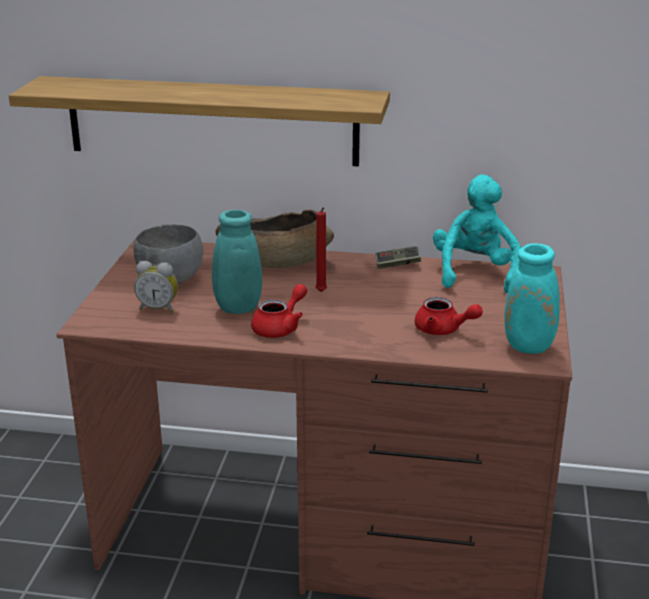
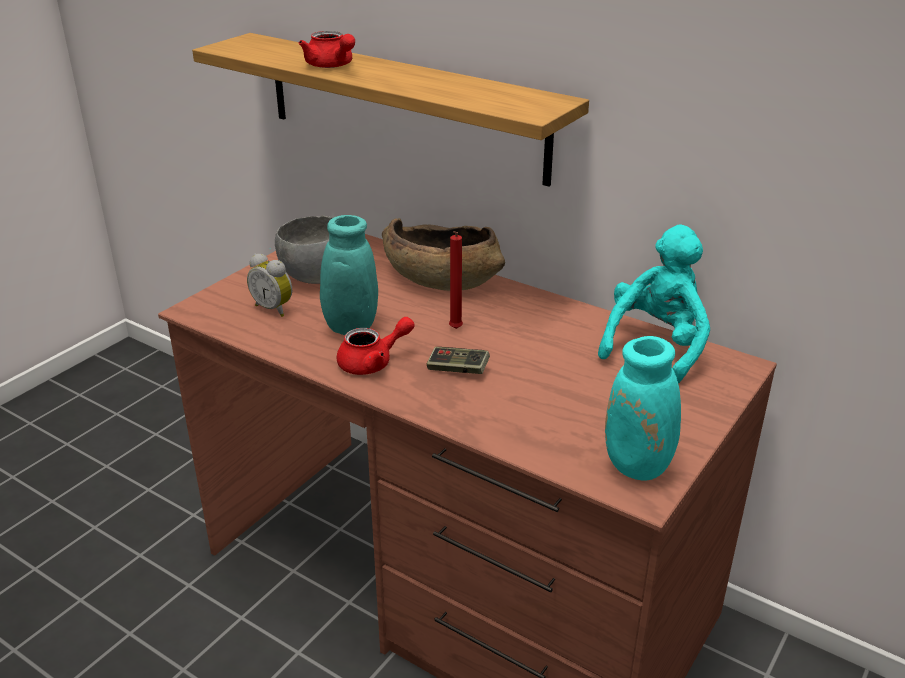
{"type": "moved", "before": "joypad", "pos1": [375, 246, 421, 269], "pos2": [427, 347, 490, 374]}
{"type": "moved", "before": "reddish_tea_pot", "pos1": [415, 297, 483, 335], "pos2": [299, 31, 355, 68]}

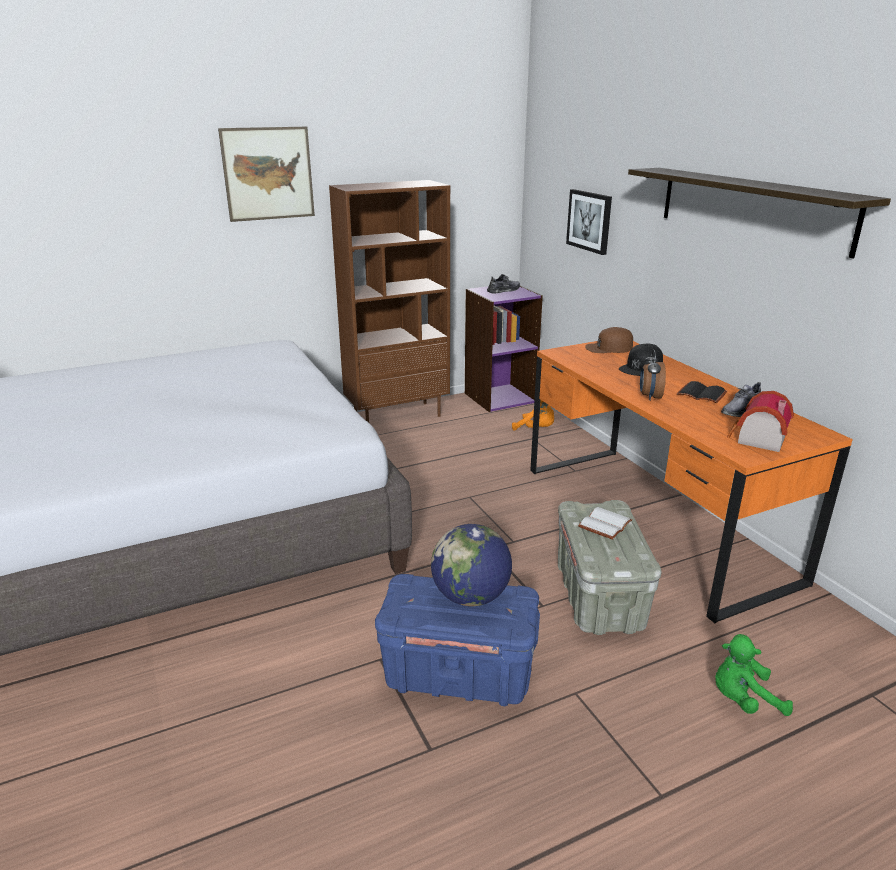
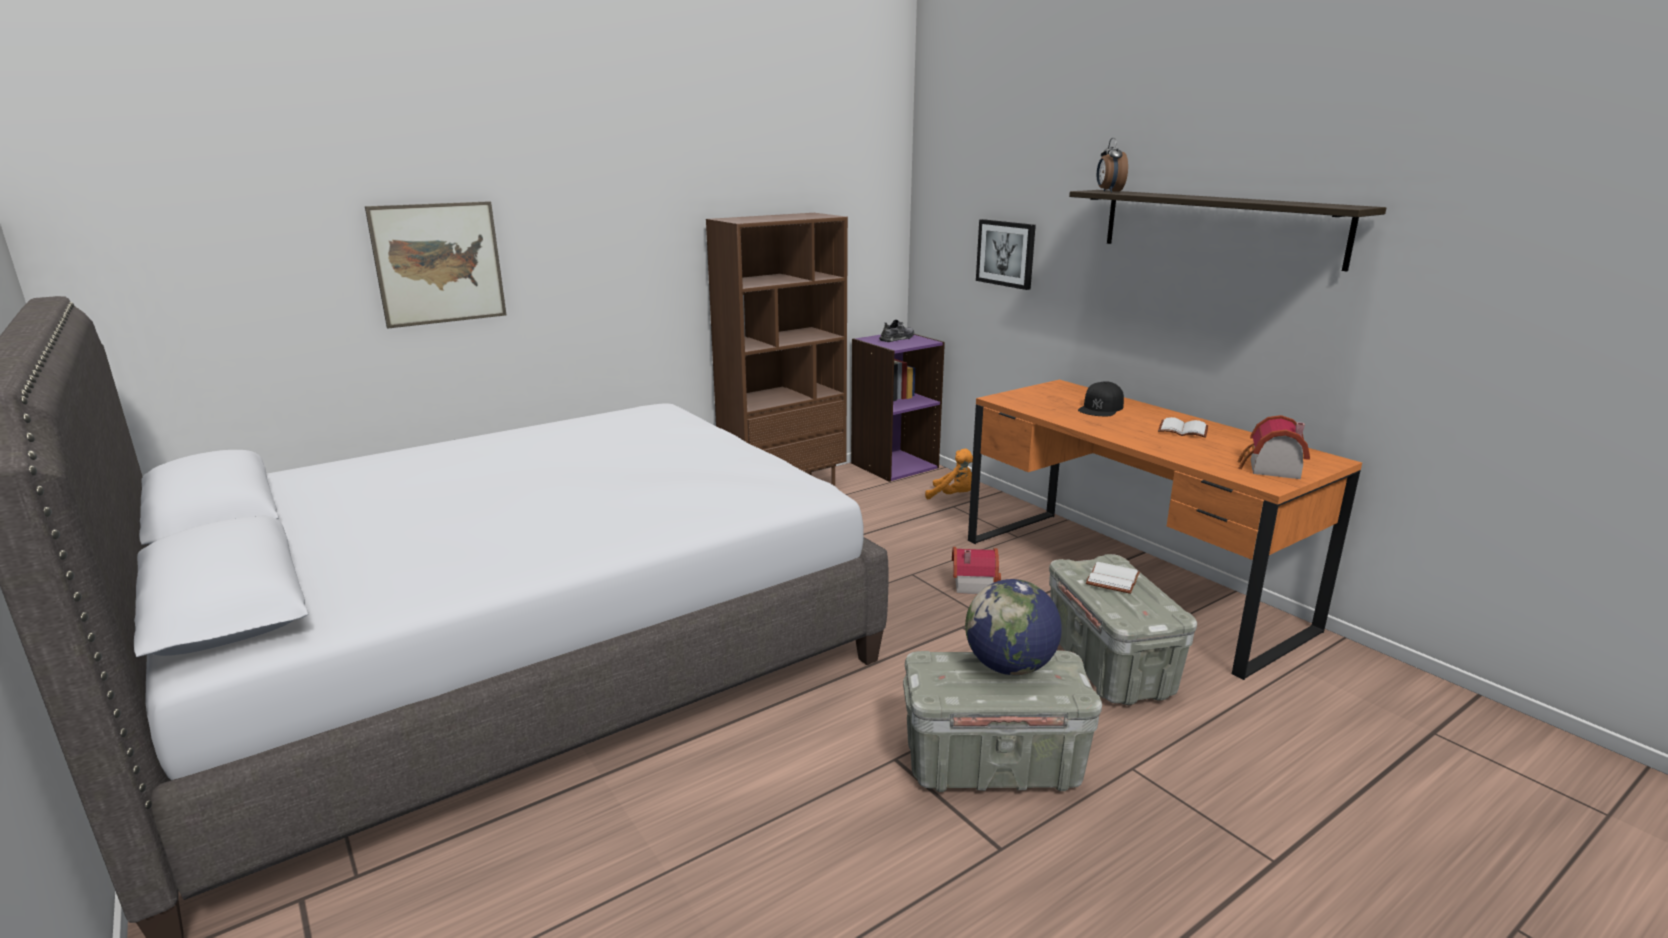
{"type": "moved", "before": "wall_picture", "pos1": [218, 127, 315, 222], "pos2": [365, 201, 506, 329]}
{"type": "removed", "before": "brown-coloured_cap", "pos1": [585, 327, 633, 353]}
{"type": "moved", "before": "table_clock", "pos1": [640, 349, 666, 401], "pos2": [1097, 138, 1128, 192]}
{"type": "recoloured", "before": "black-coloured_volume", "after": "whitish_volume", "pos1": [677, 381, 727, 403], "pos2": [1158, 417, 1208, 438]}
{"type": "removed", "before": "gray_low_shoe", "pos1": [721, 382, 761, 417]}
{"type": "recoloured", "before": "blue-coloured_storage_bin", "after": "gray_storage_bin", "pos1": [375, 574, 540, 706], "pos2": [903, 650, 1102, 792]}
{"type": "removed", "before": "green-coloured_plush_toy", "pos1": [715, 634, 793, 716]}
{"type": "added", "after": "miniature_house", "pos2": [952, 547, 1001, 594]}

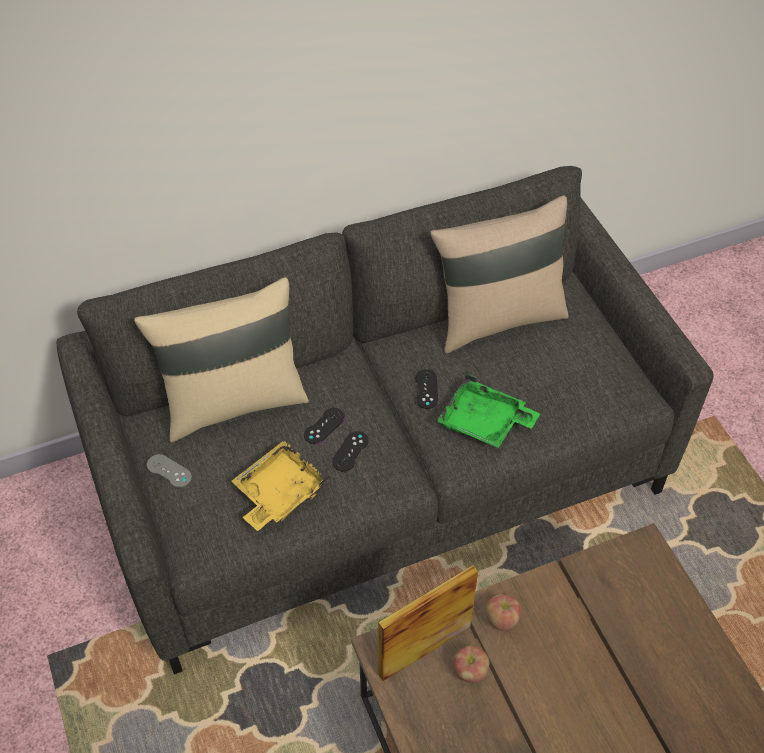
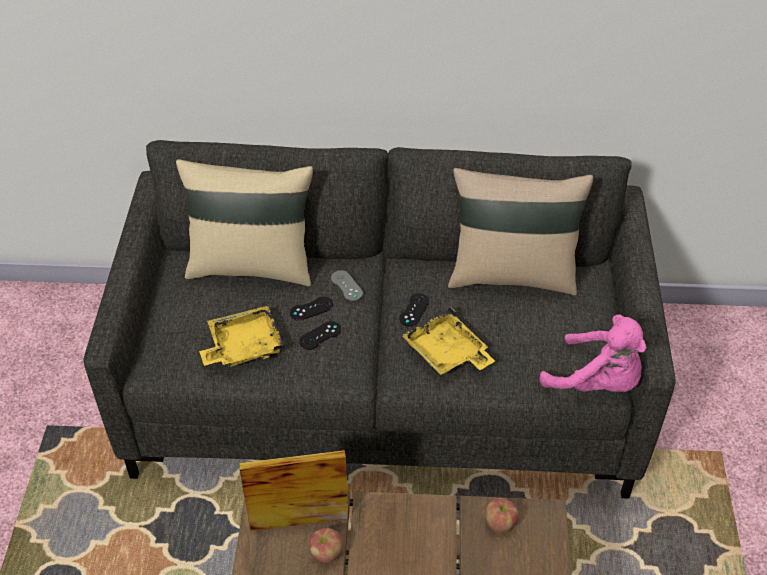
{"type": "recoloured", "before": "green-coloured_carrying_tray", "after": "yellowish_carrying_tray", "pos1": [437, 373, 540, 448], "pos2": [402, 306, 495, 375]}
{"type": "moved", "before": "gray_joypad", "pos1": [147, 454, 192, 488], "pos2": [331, 270, 363, 301]}
{"type": "moved", "before": "apple", "pos1": [485, 594, 521, 631], "pos2": [486, 498, 519, 533]}
{"type": "added", "after": "pinkish_plush_toy", "pos2": [539, 314, 647, 392]}

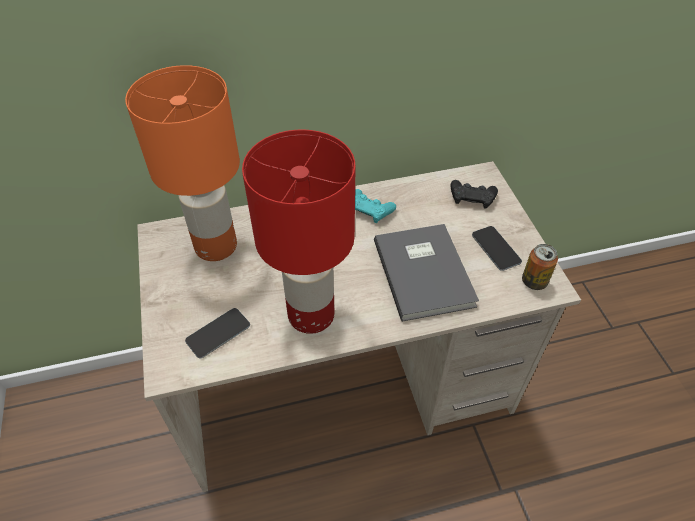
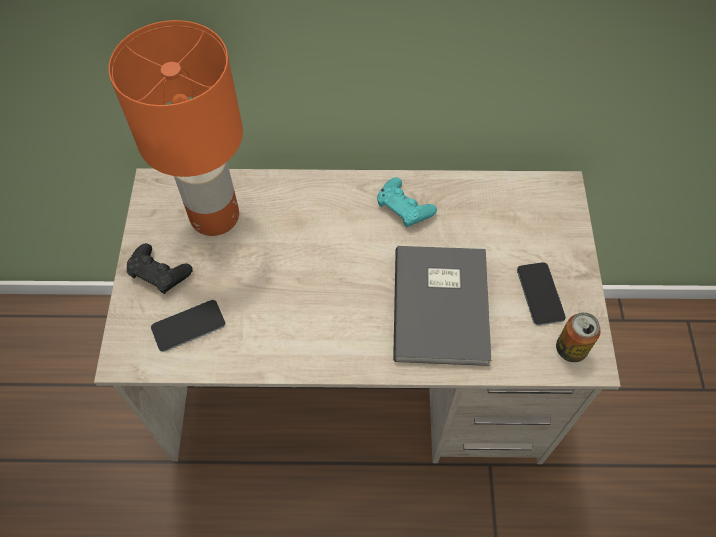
{"type": "removed", "before": "reddish_lamp_for_a_table", "pos1": [242, 129, 355, 334]}
{"type": "moved", "before": "black-coloured_joypad", "pos1": [450, 180, 498, 209], "pos2": [127, 243, 193, 294]}

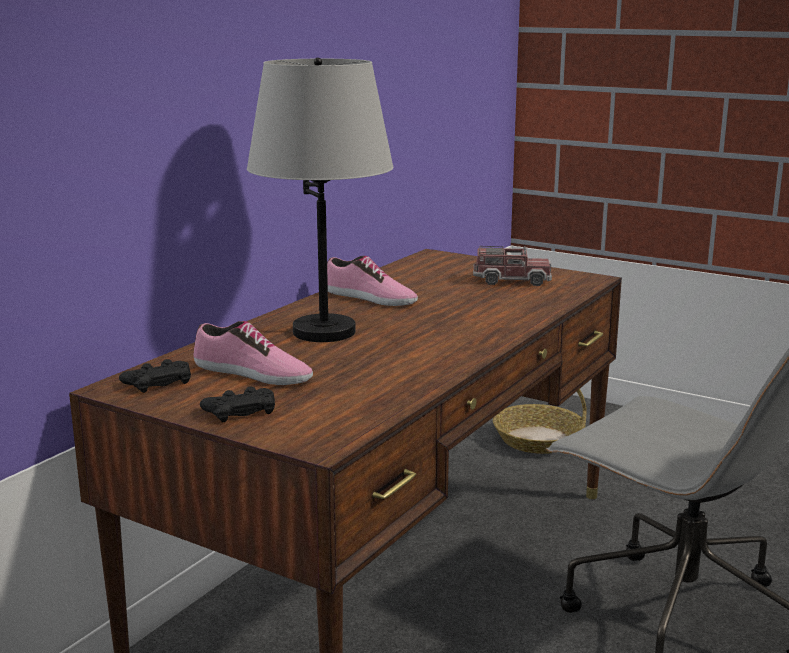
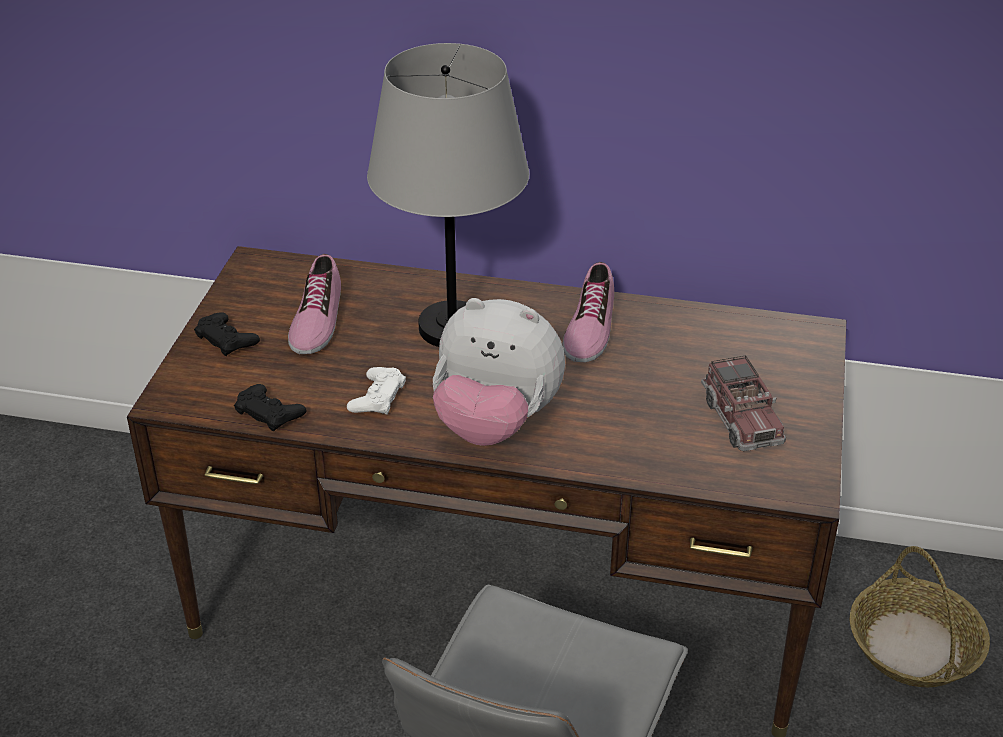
{"type": "moved", "before": "black-coloured_joypad", "pos1": [119, 359, 191, 393], "pos2": [234, 384, 306, 431]}
{"type": "added", "after": "plush_toy", "pos2": [433, 298, 565, 446]}
{"type": "added", "after": "whitish_joypad", "pos2": [347, 367, 406, 415]}

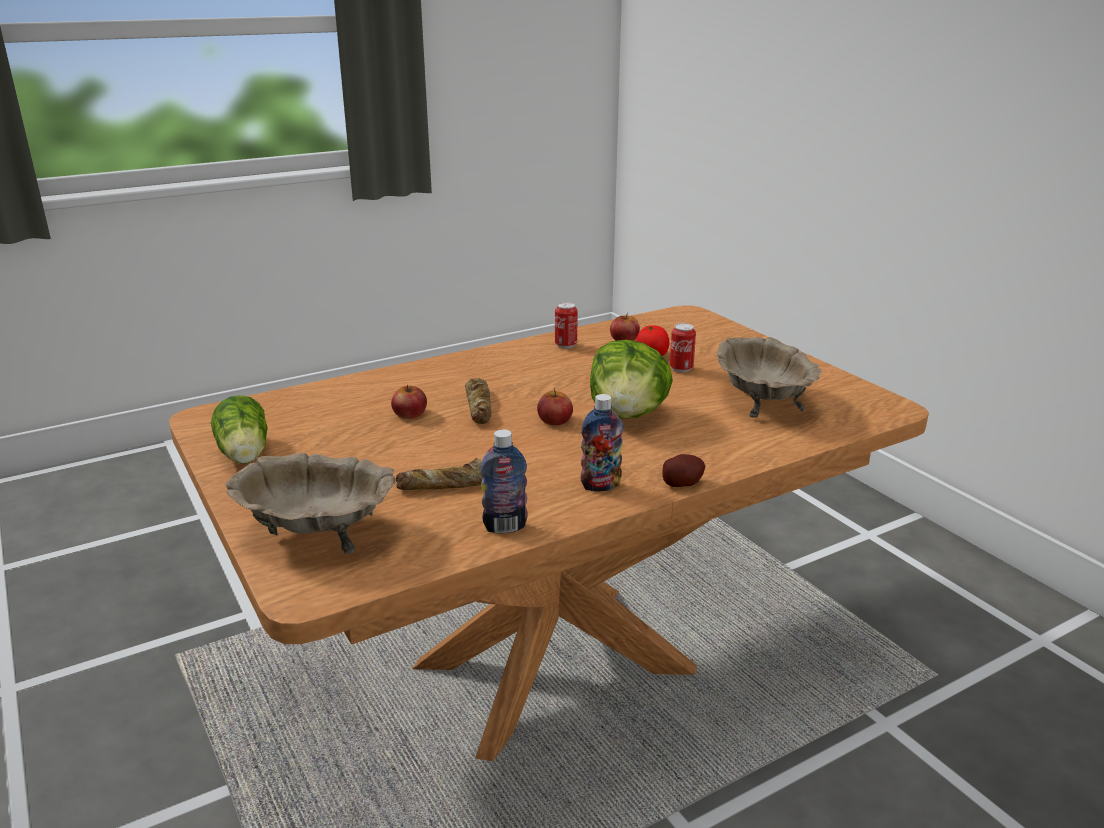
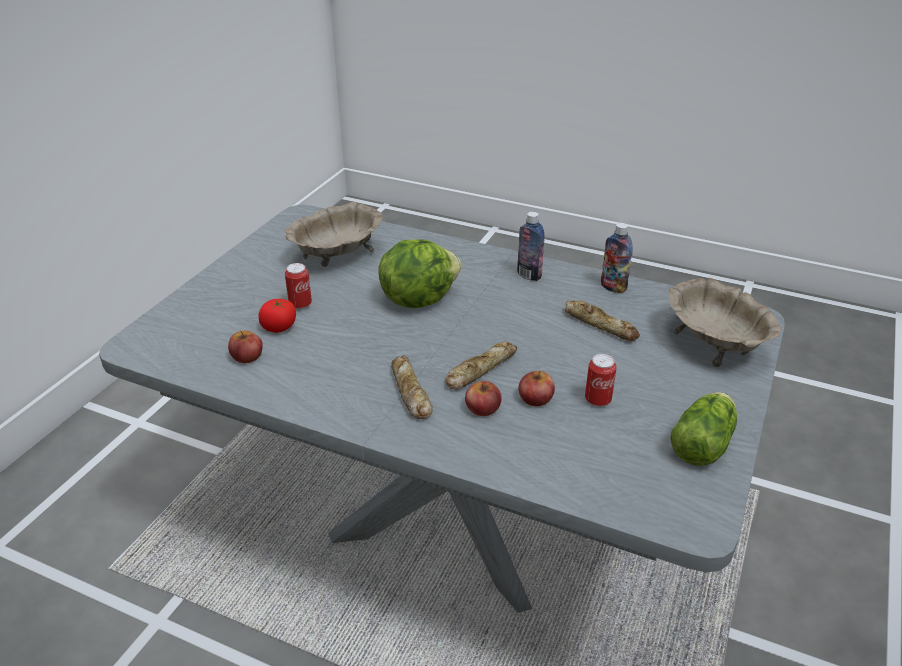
{"type": "moved", "before": "metal_can", "pos1": [555, 302, 578, 348], "pos2": [585, 354, 617, 407]}
{"type": "recoloured", "before": "brown-coloured_dinner_table", "after": "gray_dinner_table", "pos1": [169, 305, 929, 761], "pos2": [99, 205, 785, 613]}
{"type": "moved", "before": "apple", "pos1": [537, 388, 573, 425], "pos2": [465, 381, 502, 416]}
{"type": "removed", "before": "potato", "pos1": [662, 454, 705, 487]}
{"type": "added", "after": "bakery_bread", "pos2": [391, 355, 433, 419]}

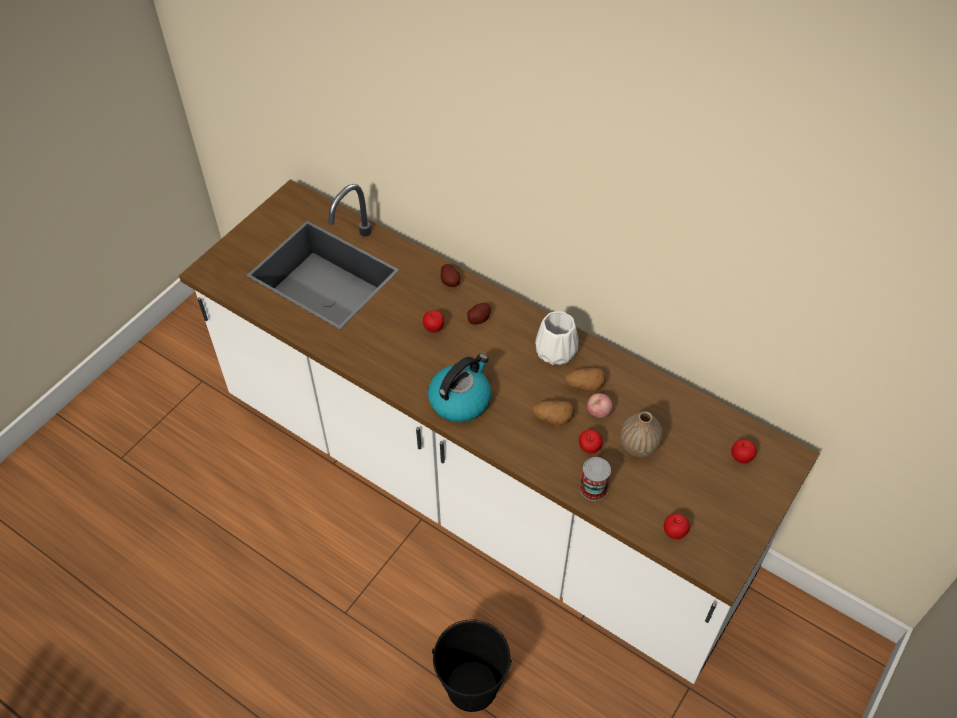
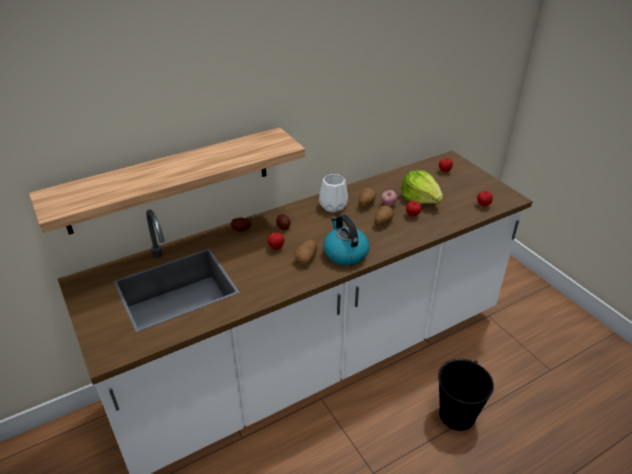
{"type": "replaced", "before": "vase", "after": "lettuce_head", "pos1": [620, 411, 662, 457], "pos2": [401, 170, 443, 204]}
{"type": "removed", "before": "metal_can", "pos1": [580, 457, 611, 501]}
{"type": "added", "after": "wall_shelf", "pos2": [29, 127, 305, 235]}
{"type": "added", "after": "potato", "pos2": [294, 240, 317, 265]}

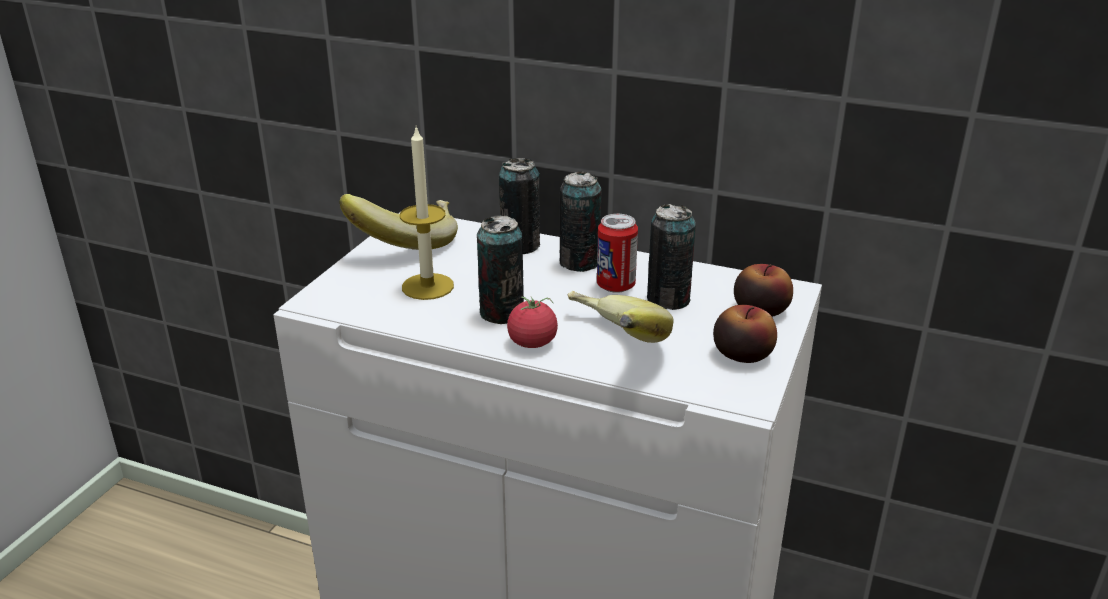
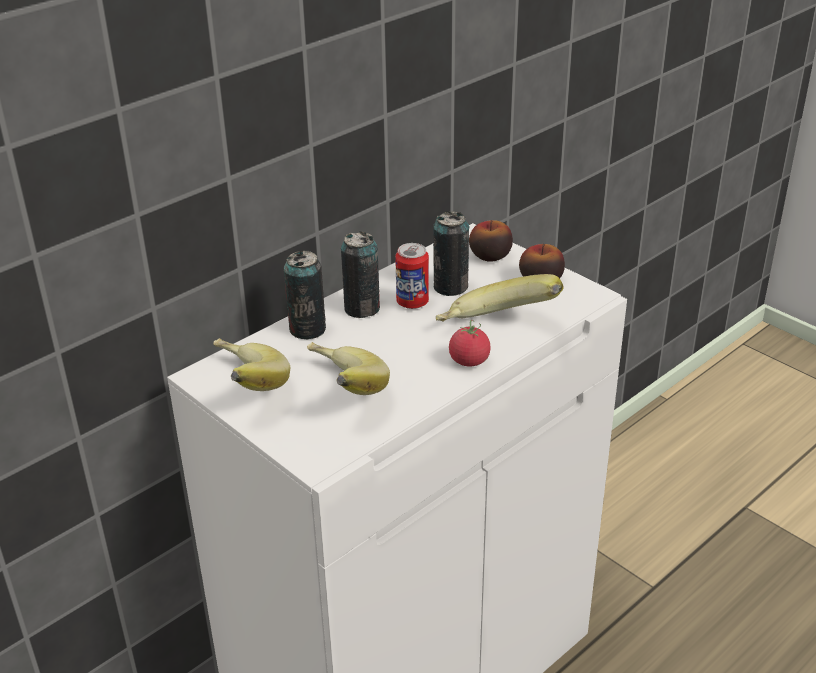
{"type": "replaced", "before": "candle", "after": "banana", "pos1": [400, 125, 454, 300], "pos2": [307, 342, 390, 395]}
{"type": "removed", "before": "metal_can", "pos1": [477, 215, 524, 324]}

